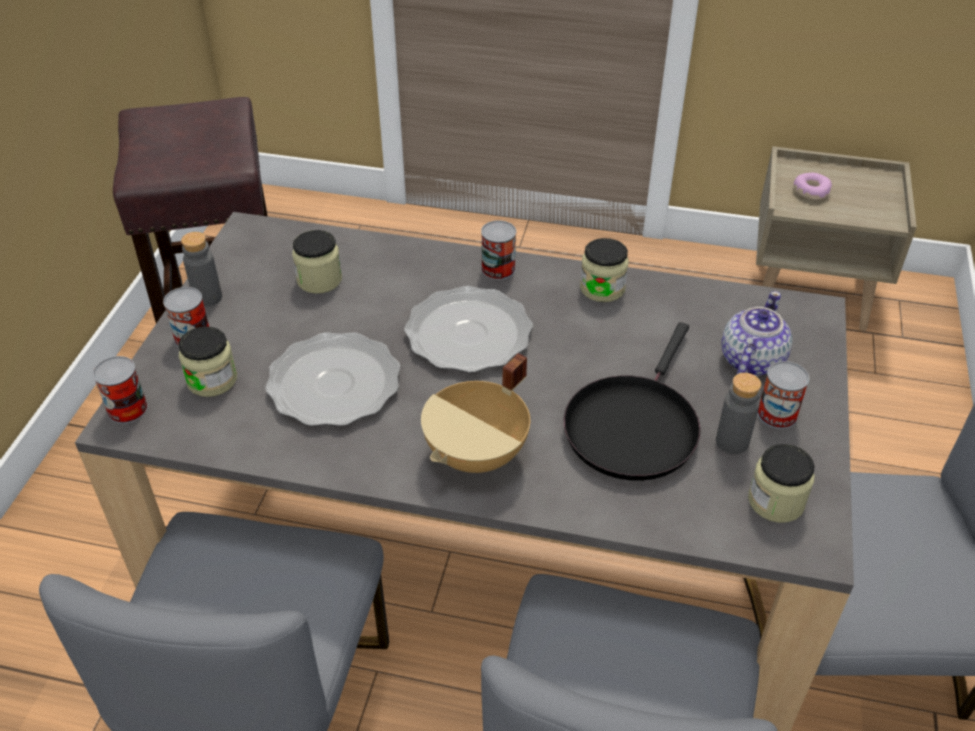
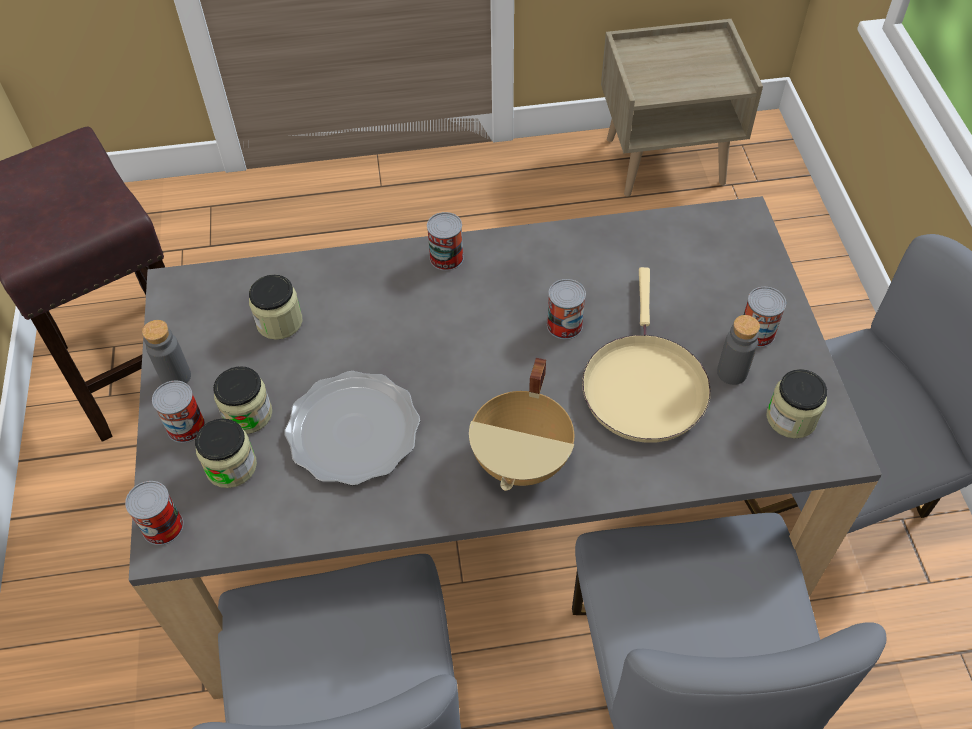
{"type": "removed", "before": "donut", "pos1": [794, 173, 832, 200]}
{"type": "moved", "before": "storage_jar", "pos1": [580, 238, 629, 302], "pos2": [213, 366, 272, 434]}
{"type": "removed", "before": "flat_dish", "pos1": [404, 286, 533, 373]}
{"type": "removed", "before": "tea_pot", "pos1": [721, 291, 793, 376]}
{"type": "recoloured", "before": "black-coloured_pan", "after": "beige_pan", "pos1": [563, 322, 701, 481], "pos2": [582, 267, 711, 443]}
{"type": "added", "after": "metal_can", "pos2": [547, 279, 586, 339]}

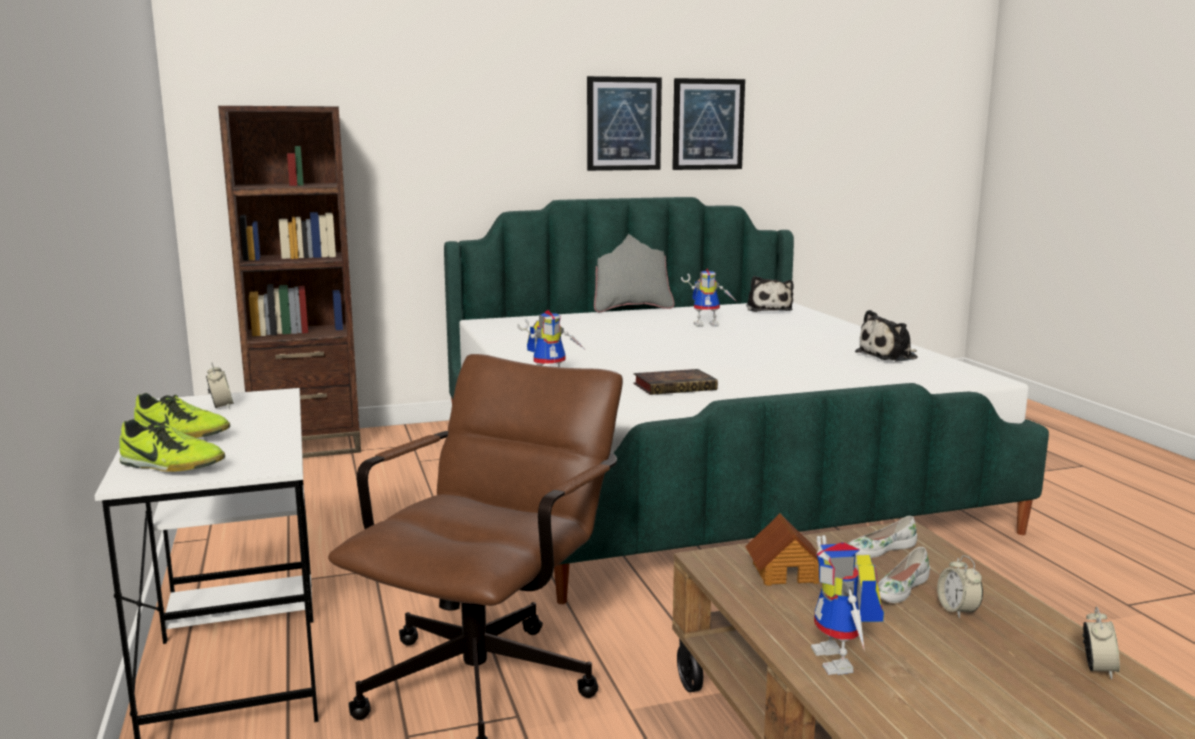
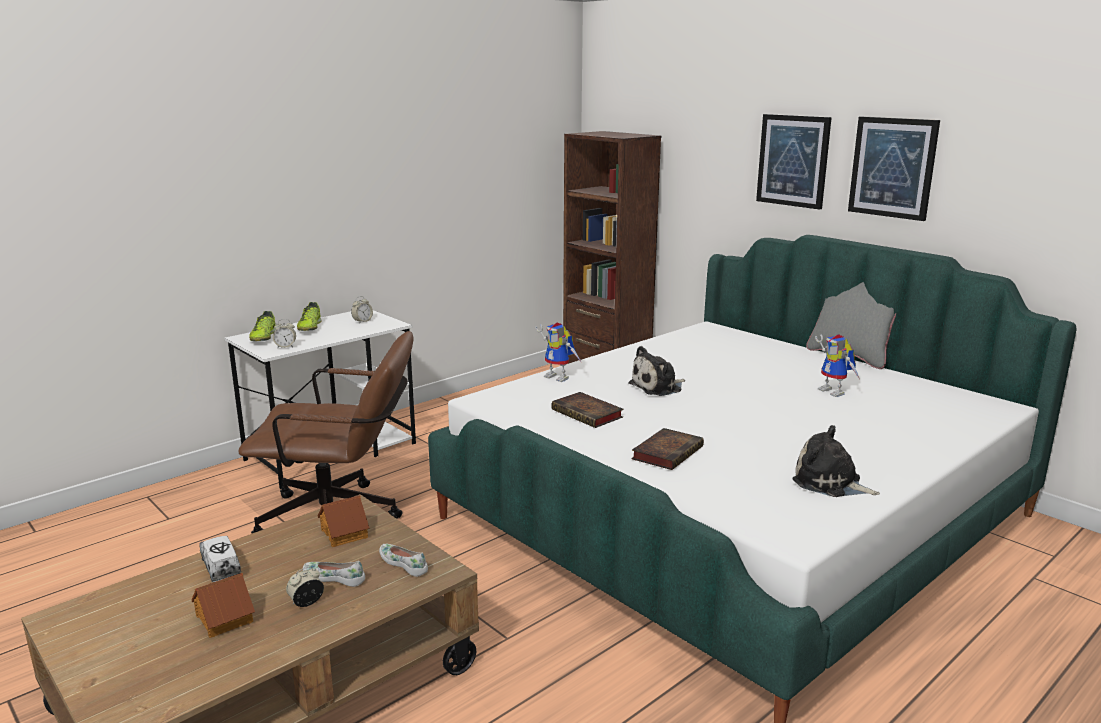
{"type": "moved", "before": "wall_picture", "pos1": [672, 78, 745, 170], "pos2": [756, 114, 832, 210]}
{"type": "moved", "before": "plush_toy", "pos1": [746, 276, 794, 312], "pos2": [629, 346, 685, 396]}
{"type": "replaced", "before": "toy_robot", "after": "model_truck", "pos1": [811, 535, 884, 675], "pos2": [199, 536, 241, 582]}
{"type": "moved", "before": "table_clock", "pos1": [1082, 607, 1120, 679], "pos2": [273, 319, 296, 348]}
{"type": "added", "after": "volume", "pos2": [631, 428, 704, 470]}
{"type": "added", "after": "miniature_house", "pos2": [192, 573, 255, 638]}

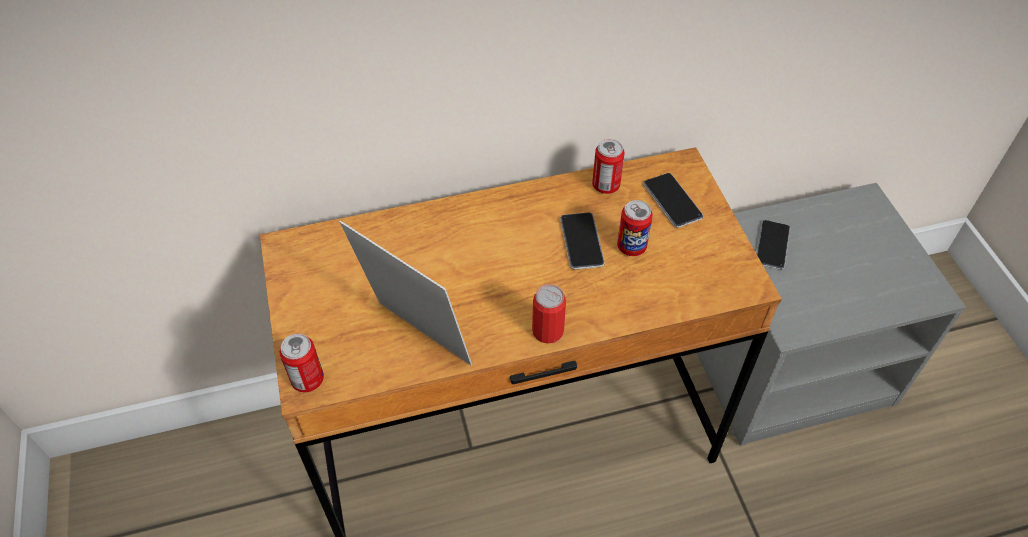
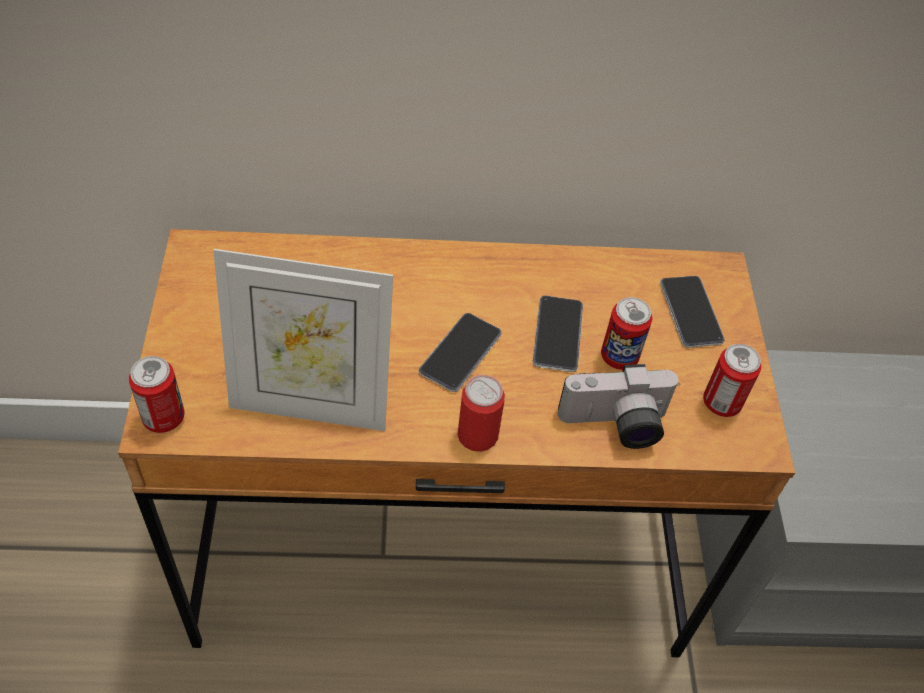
{"type": "moved", "before": "metal_can", "pos1": [592, 139, 625, 194], "pos2": [703, 344, 761, 417]}
{"type": "moved", "before": "phone", "pos1": [756, 220, 790, 270], "pos2": [419, 313, 502, 392]}
{"type": "turned", "before": "picture_frame", "pos1": [340, 221, 472, 365], "pos2": [213, 249, 393, 431], "turn": 135}
{"type": "added", "after": "still_camera", "pos2": [558, 364, 680, 449]}

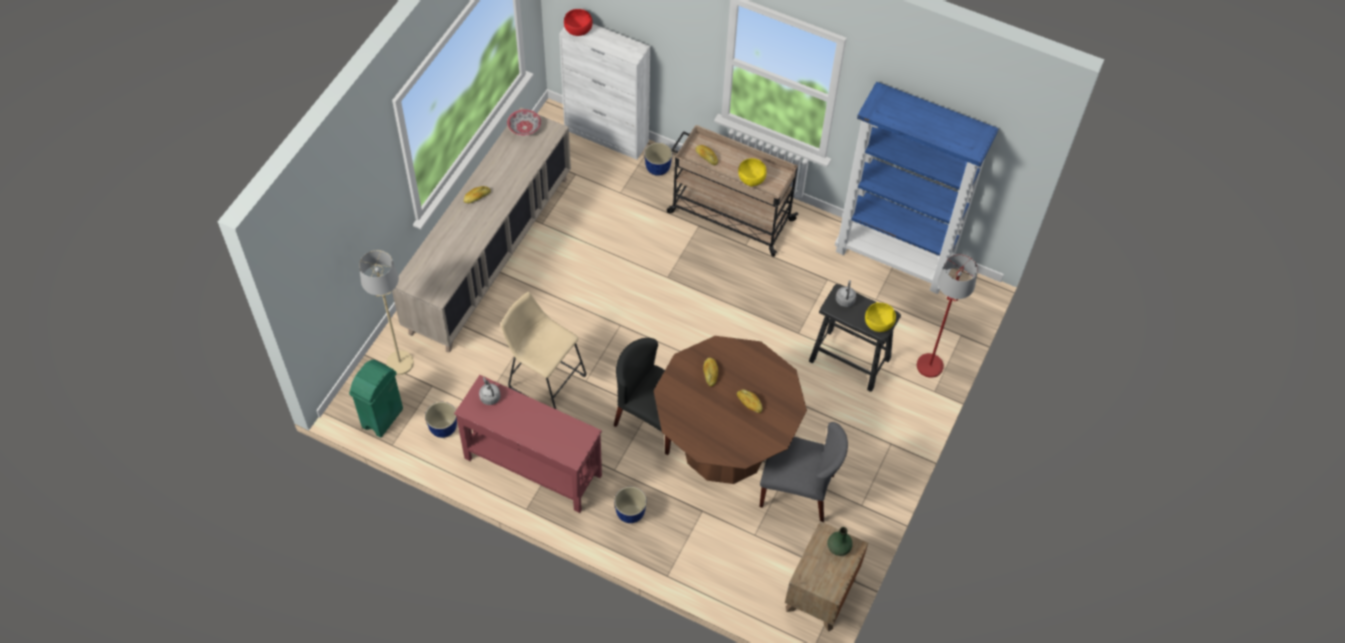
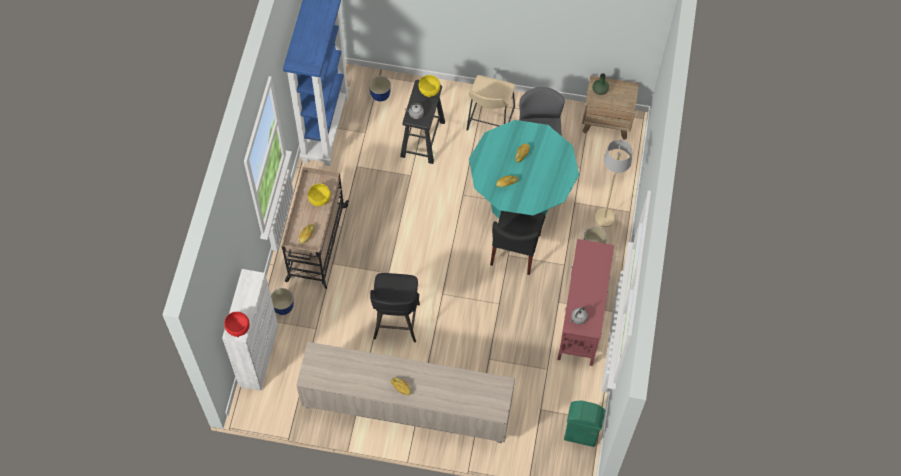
{"type": "removed", "before": "bowl", "pos1": [507, 109, 541, 136]}
{"type": "moved", "before": "beige_floor_lamp", "pos1": [359, 250, 414, 375], "pos2": [594, 139, 633, 227]}
{"type": "removed", "before": "reddish_floor_lamp", "pos1": [917, 254, 978, 378]}
{"type": "moved", "before": "beige_stool", "pos1": [501, 292, 587, 409], "pos2": [466, 75, 515, 131]}
{"type": "recoloured", "before": "brown-coloured_dinner_table", "after": "blue-green_dinner_table", "pos1": [654, 336, 807, 484], "pos2": [469, 120, 579, 218]}
{"type": "moved", "before": "plant_pot", "pos1": [425, 402, 457, 438], "pos2": [369, 76, 391, 101]}
{"type": "added", "after": "black-coloured_stool", "pos2": [370, 273, 420, 342]}

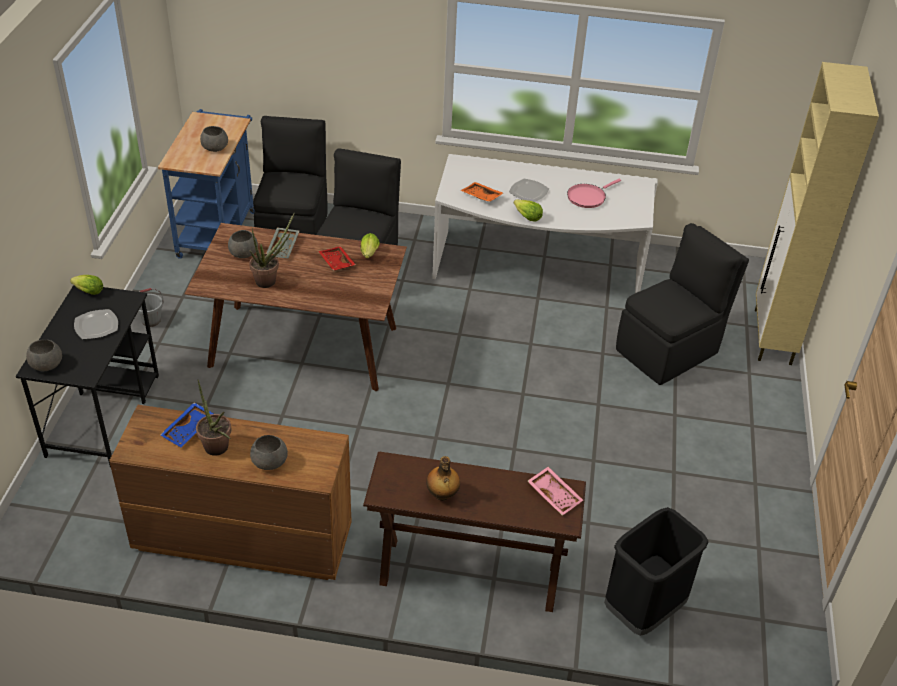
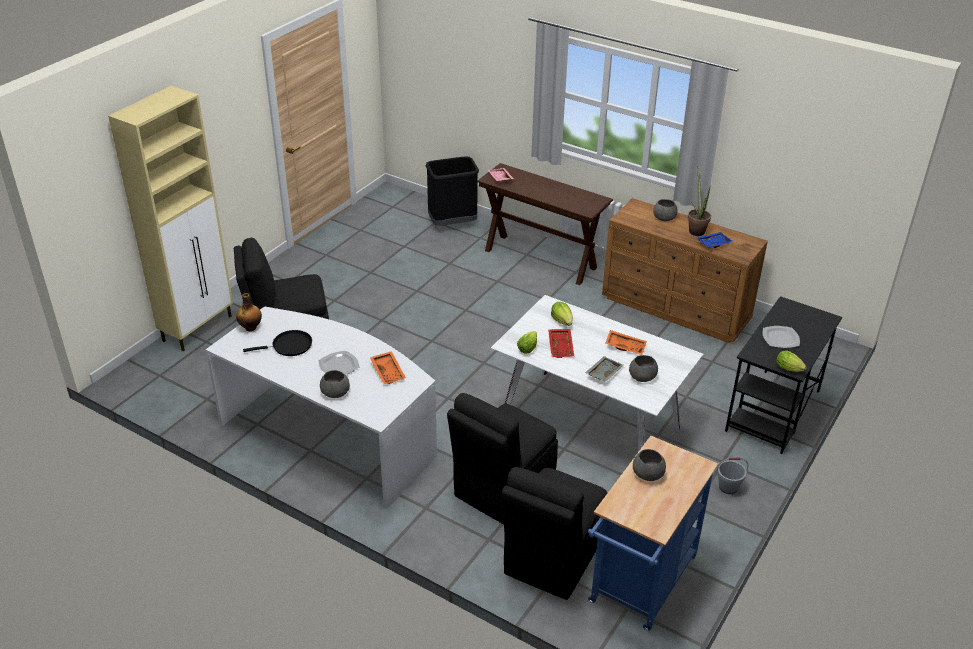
{"type": "recoloured", "before": "pinkish_pan", "after": "black-coloured_pan", "pos1": [567, 179, 621, 208], "pos2": [243, 330, 312, 356]}
{"type": "moved", "before": "lettuce_head", "pos1": [514, 199, 543, 222], "pos2": [551, 302, 573, 326]}
{"type": "replaced", "before": "houseplant", "after": "orange_carrying_tray", "pos1": [249, 214, 294, 288], "pos2": [605, 330, 647, 355]}
{"type": "recoloured", "before": "brown-coloured_dinner_table", "after": "whitish_dinner_table", "pos1": [184, 223, 407, 391], "pos2": [491, 295, 704, 452]}
{"type": "moved", "before": "gray_bowl", "pos1": [26, 339, 62, 371], "pos2": [320, 370, 350, 398]}
{"type": "moved", "before": "drink_bottle", "pos1": [426, 456, 460, 501], "pos2": [236, 293, 262, 331]}

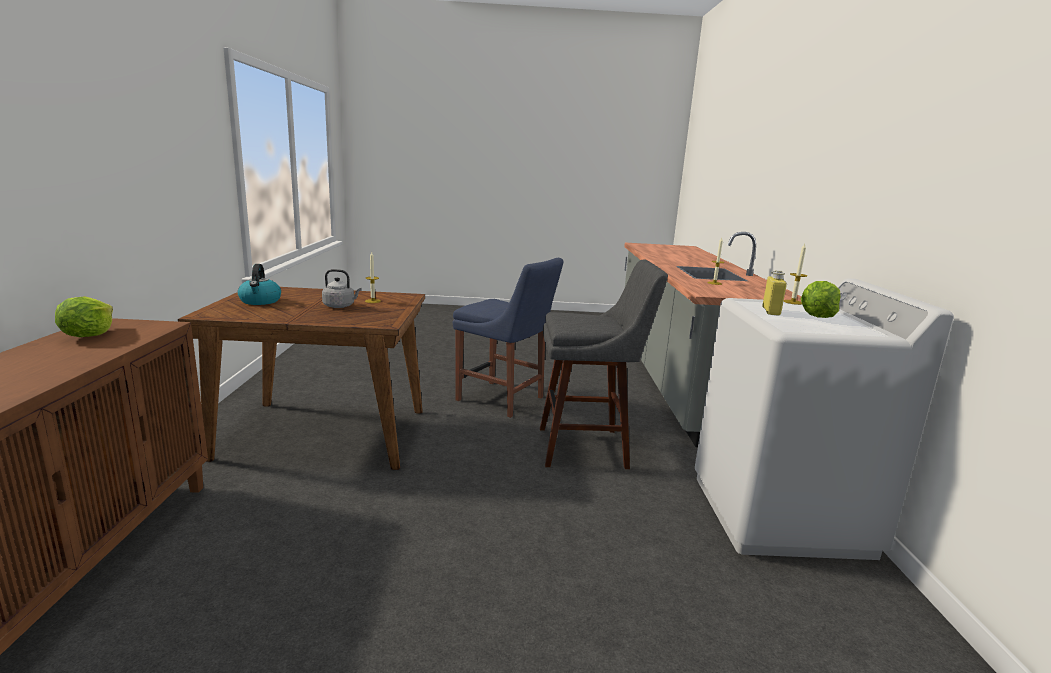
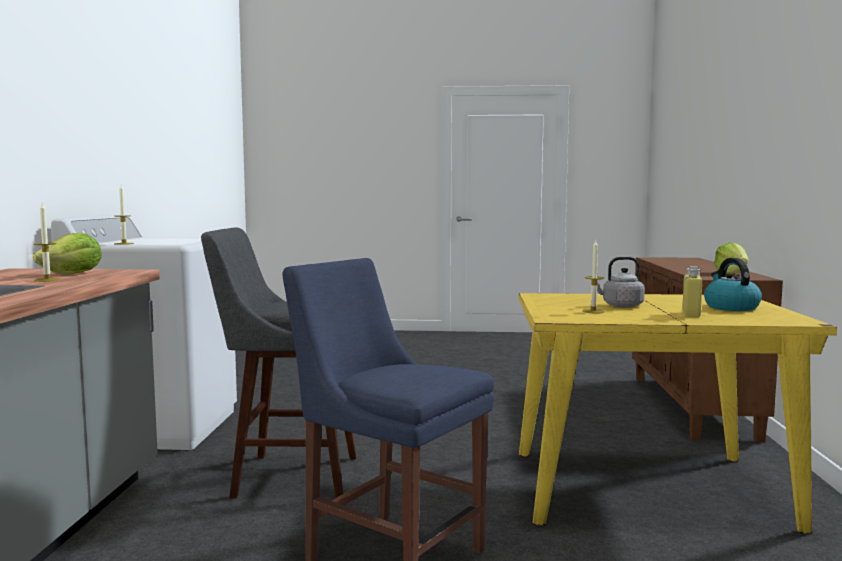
{"type": "moved", "before": "yellowish_drink_bottle", "pos1": [762, 270, 787, 316], "pos2": [682, 266, 702, 317]}
{"type": "moved", "before": "lettuce_head", "pos1": [801, 281, 841, 318], "pos2": [33, 233, 102, 274]}
{"type": "recoloured", "before": "brown-coloured_dinner_table", "after": "yellowish_dinner_table", "pos1": [178, 287, 425, 470], "pos2": [519, 293, 837, 533]}

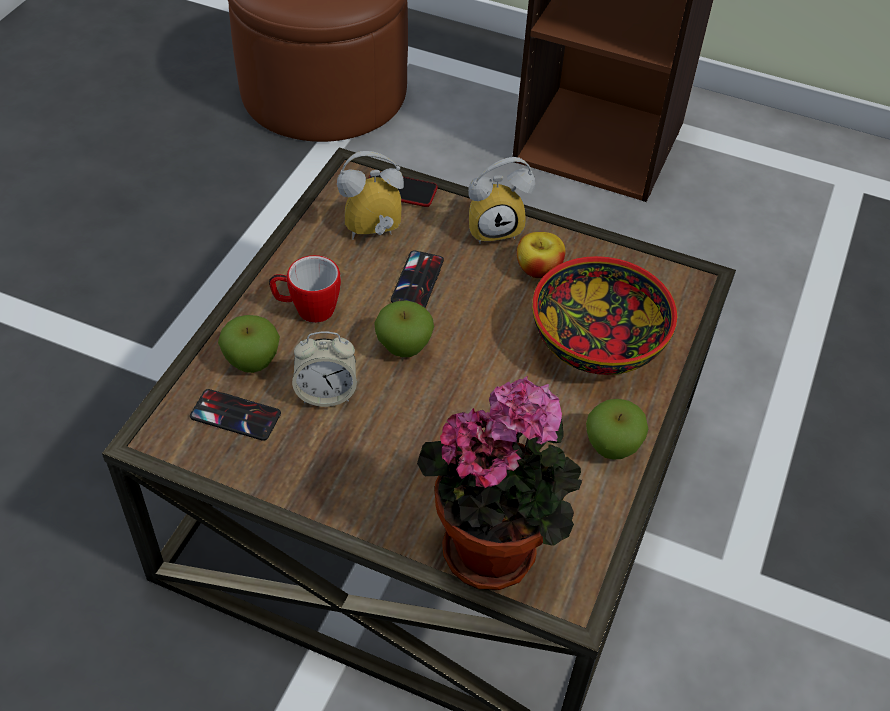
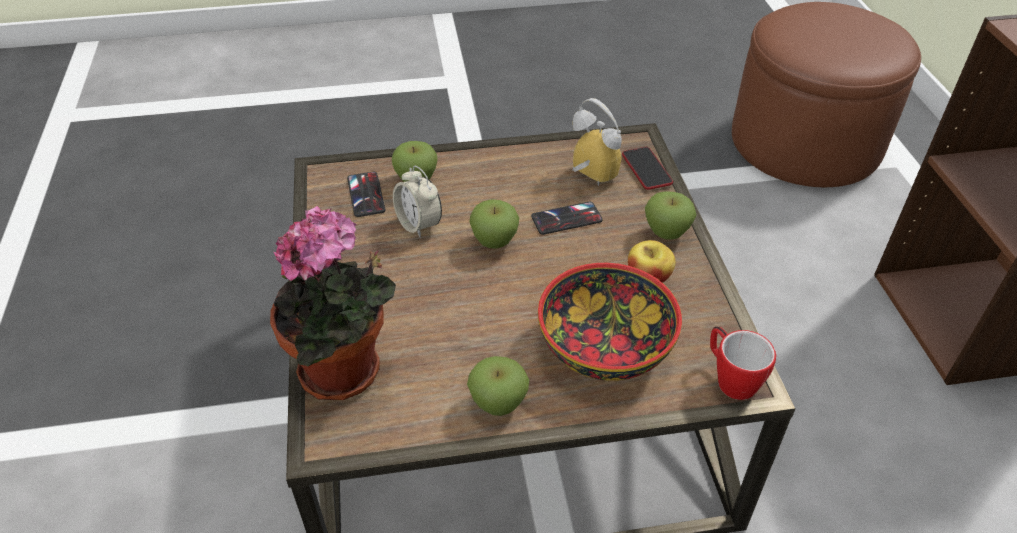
{"type": "replaced", "before": "table_clock", "after": "apple", "pos1": [468, 157, 535, 244], "pos2": [645, 191, 697, 240]}
{"type": "moved", "before": "mug", "pos1": [269, 255, 341, 323], "pos2": [710, 327, 776, 400]}

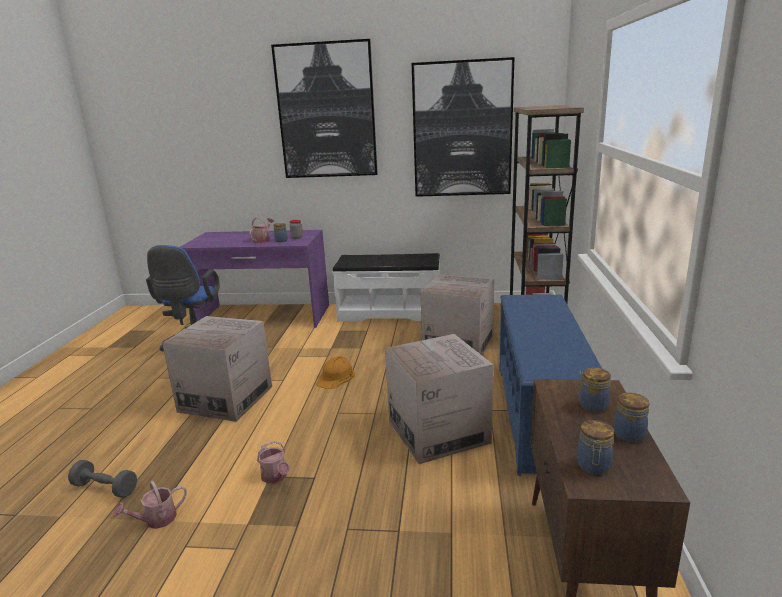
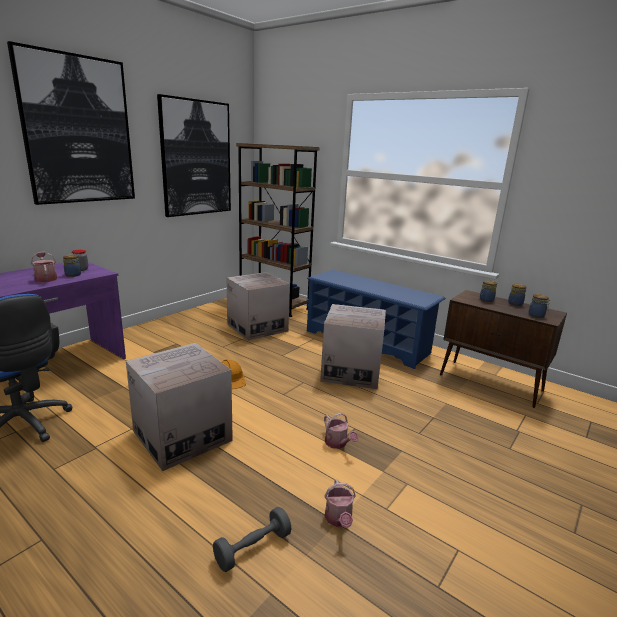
{"type": "removed", "before": "whitish_indoor_bench", "pos1": [332, 253, 440, 321]}
{"type": "turned", "before": "watering_pot", "pos1": [257, 441, 289, 483], "pos2": [324, 413, 358, 449], "turn": 60}

